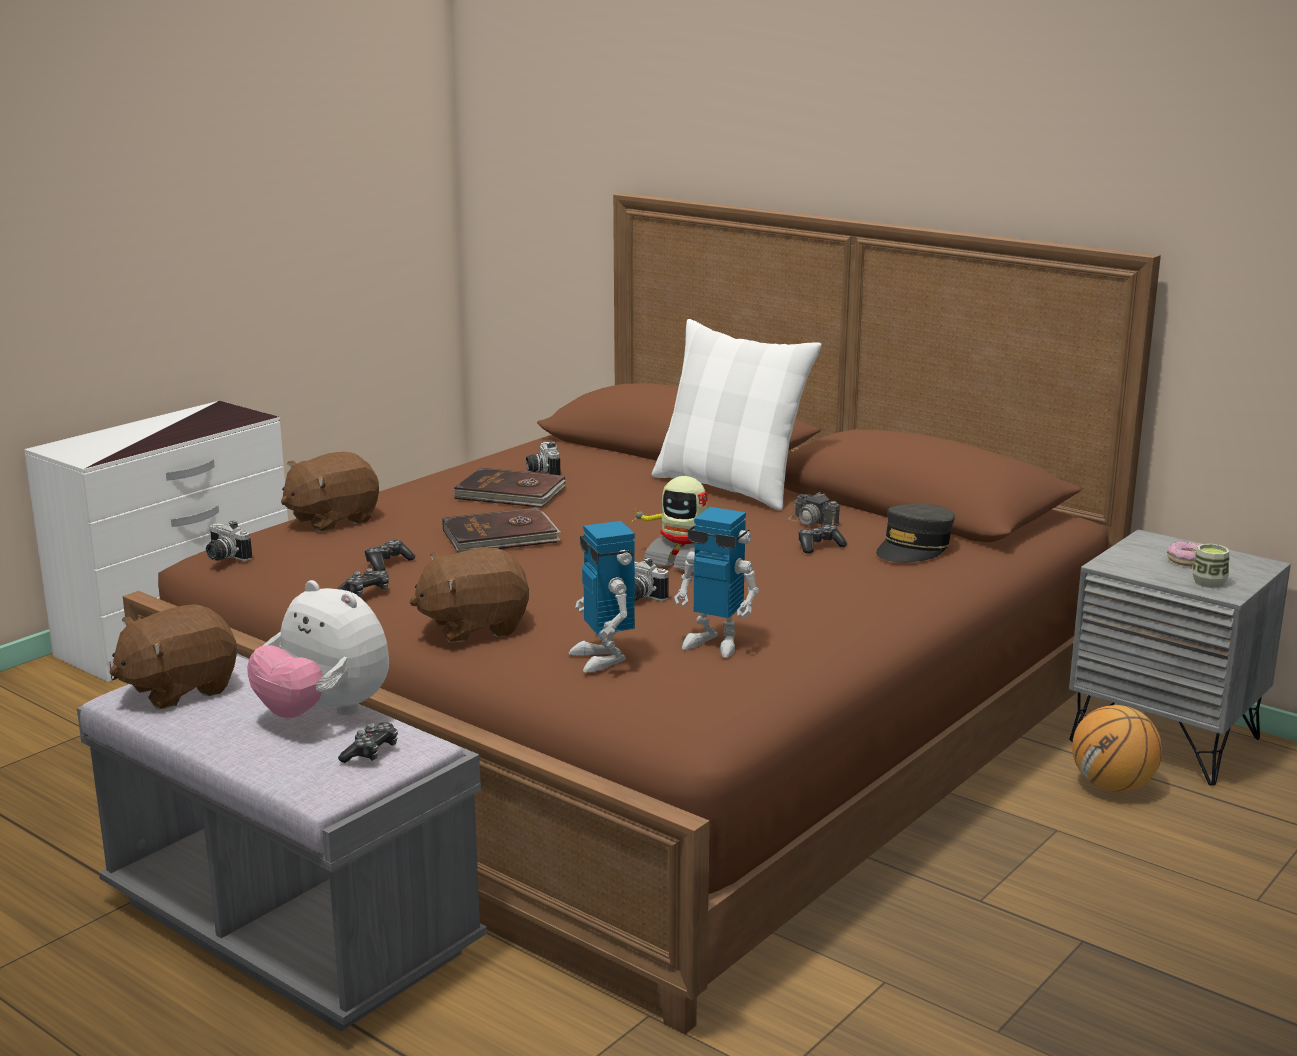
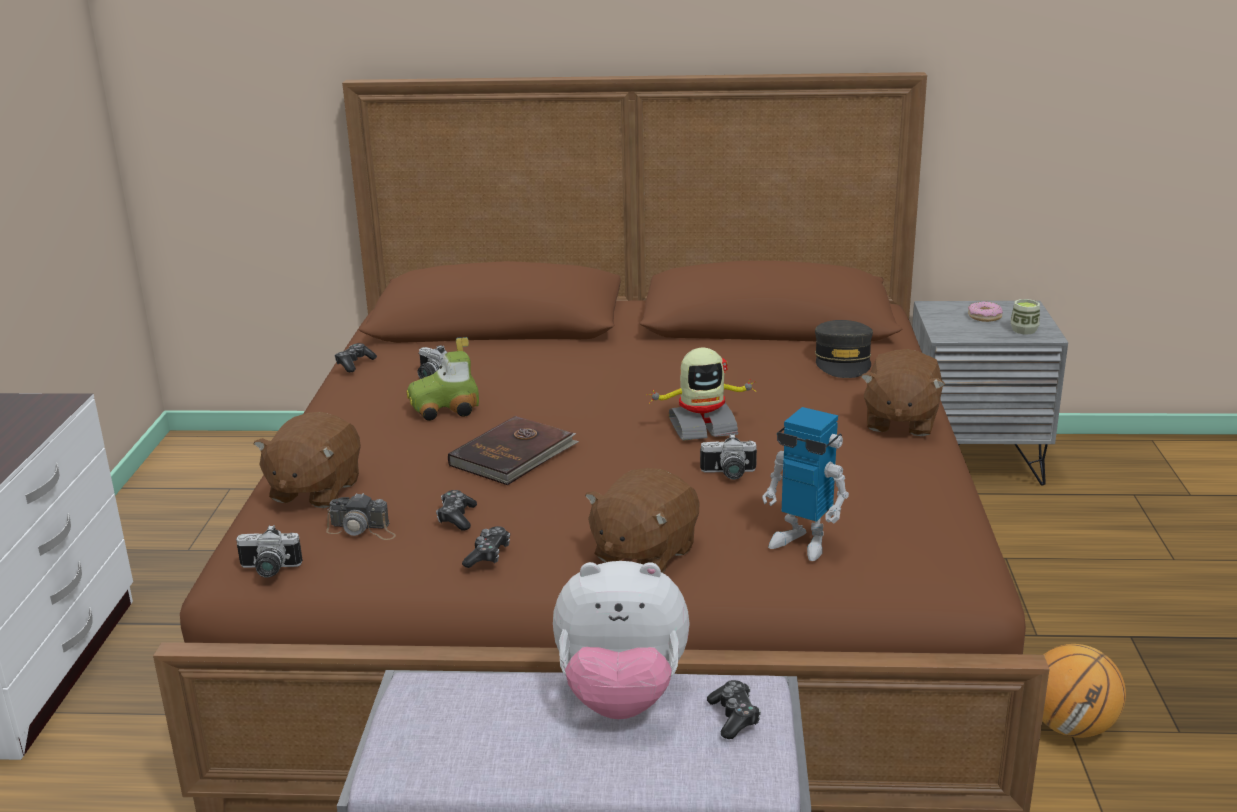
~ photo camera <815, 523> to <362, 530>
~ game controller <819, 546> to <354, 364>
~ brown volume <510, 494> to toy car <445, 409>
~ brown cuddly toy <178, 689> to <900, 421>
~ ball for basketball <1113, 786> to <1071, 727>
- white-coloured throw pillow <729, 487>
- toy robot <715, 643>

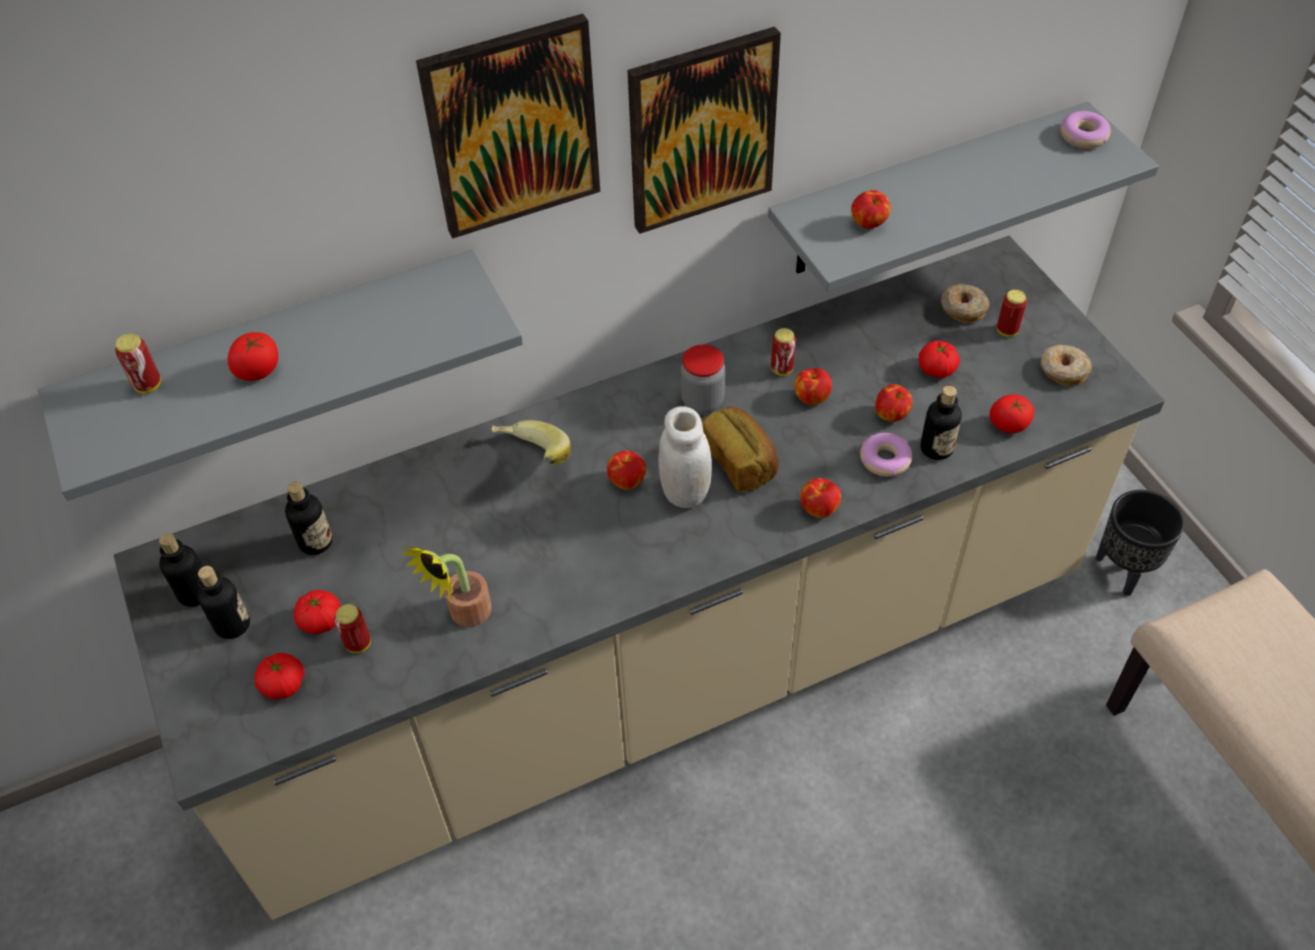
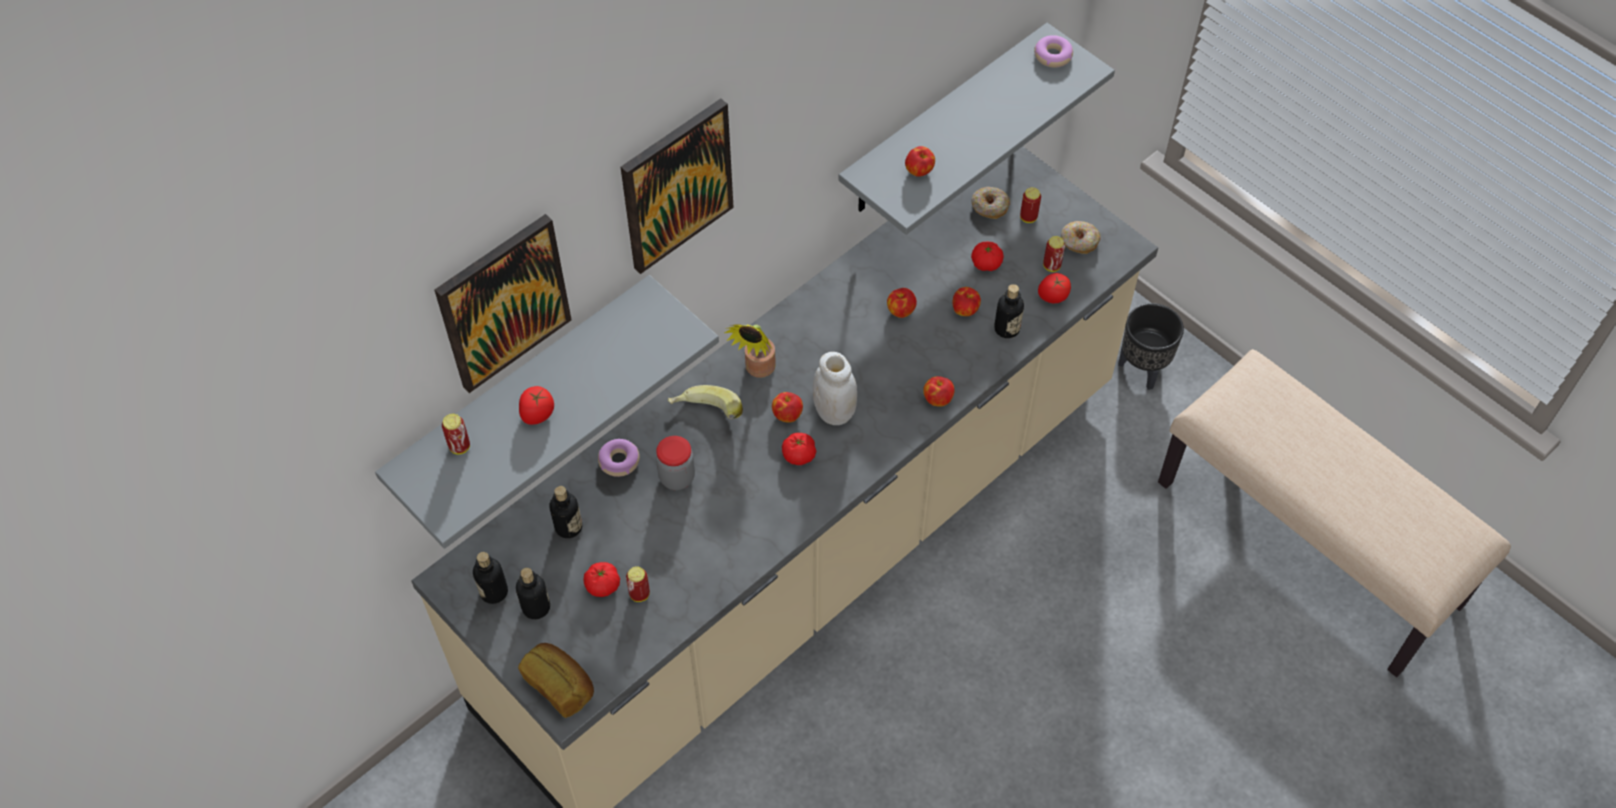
~ picture <701, 130> to <503, 302>
~ bread <740, 461> to <560, 685>
~ ring doughnut <884, 459> to <619, 461>
~ jar <702, 401> to <677, 477>
~ potted plant <464, 615> to <758, 370>
~ whole tomato <283, 684> to <799, 455>
~ can <781, 369> to <1051, 266>

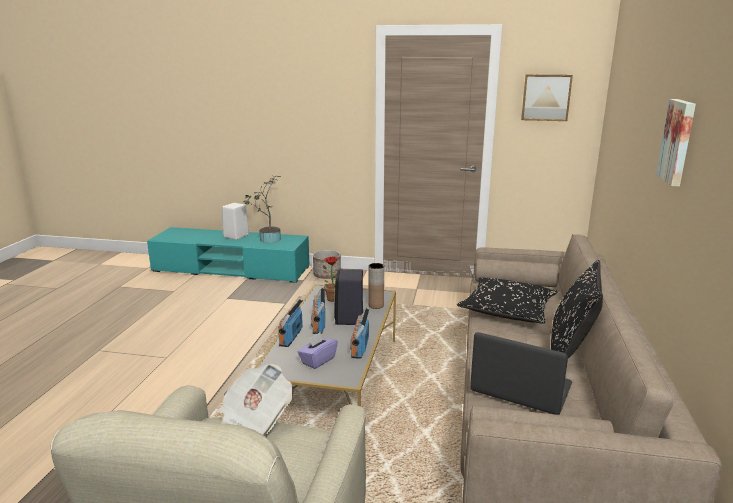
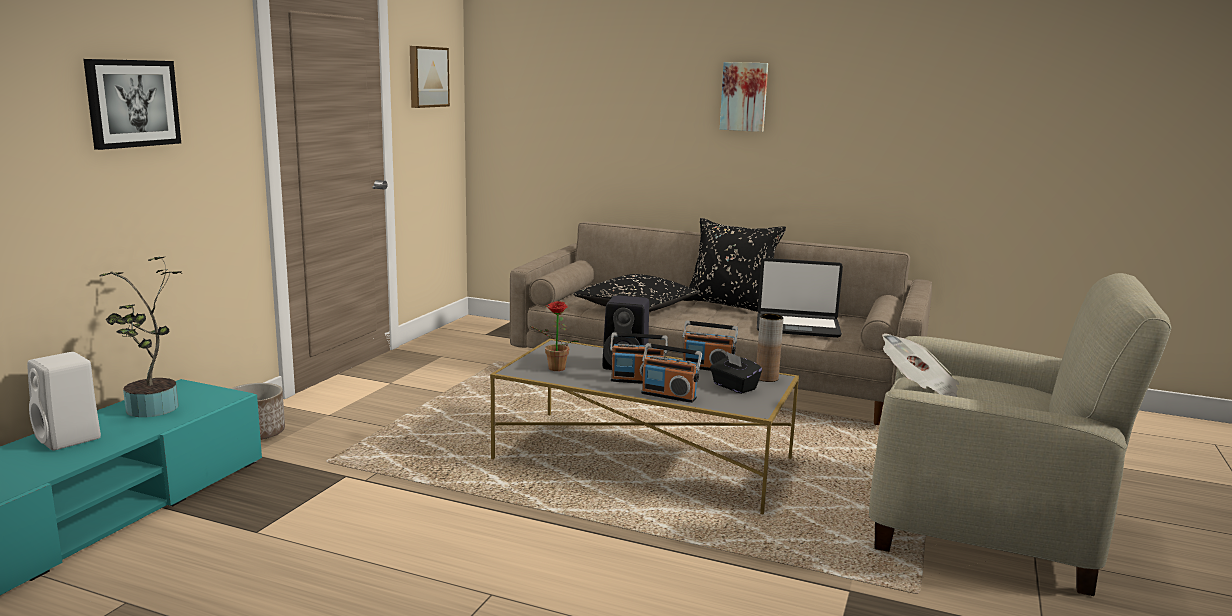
+ picture <132, 103>
~ purple-coloured box of tissues <318, 360> to black-coloured box of tissues <734, 387>
~ brown decorative vase <376, 305> to <766, 378>
~ portable computer <520, 389> = <797, 326> 120 degrees counterclockwise

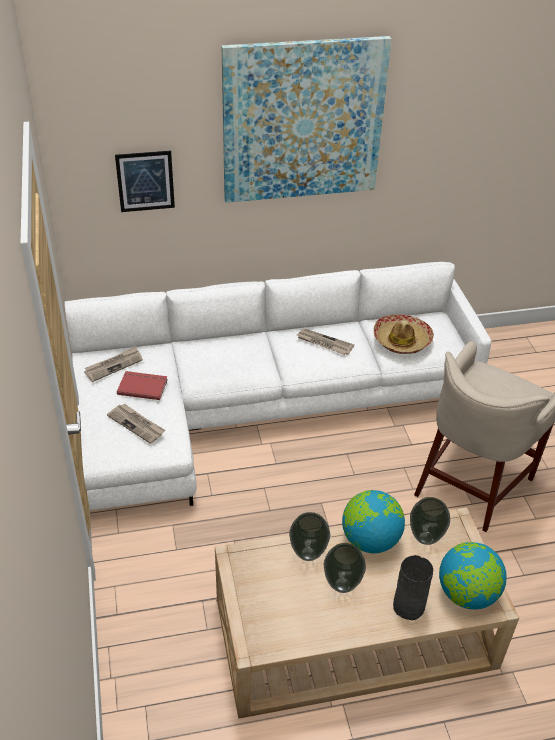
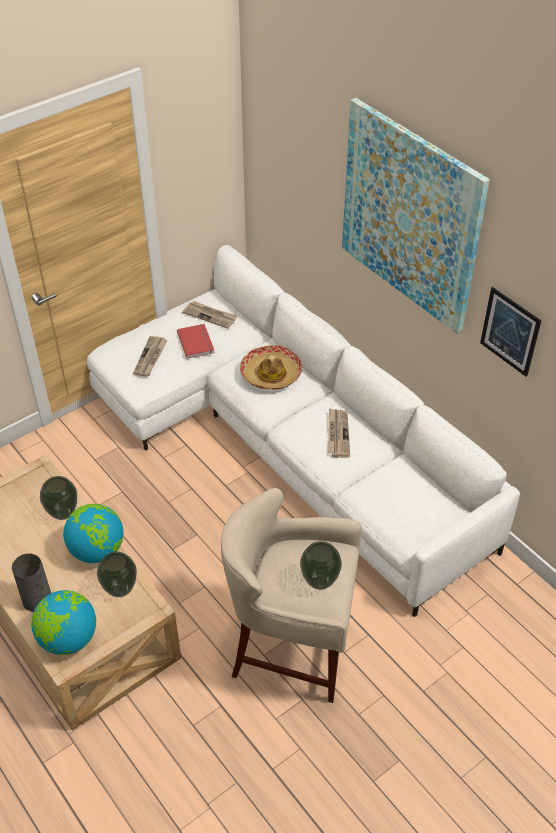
~ hat <402, 340> to <271, 374>
~ decorative vase <341, 584> to <320, 581>
~ picture <145, 181> to <510, 331>

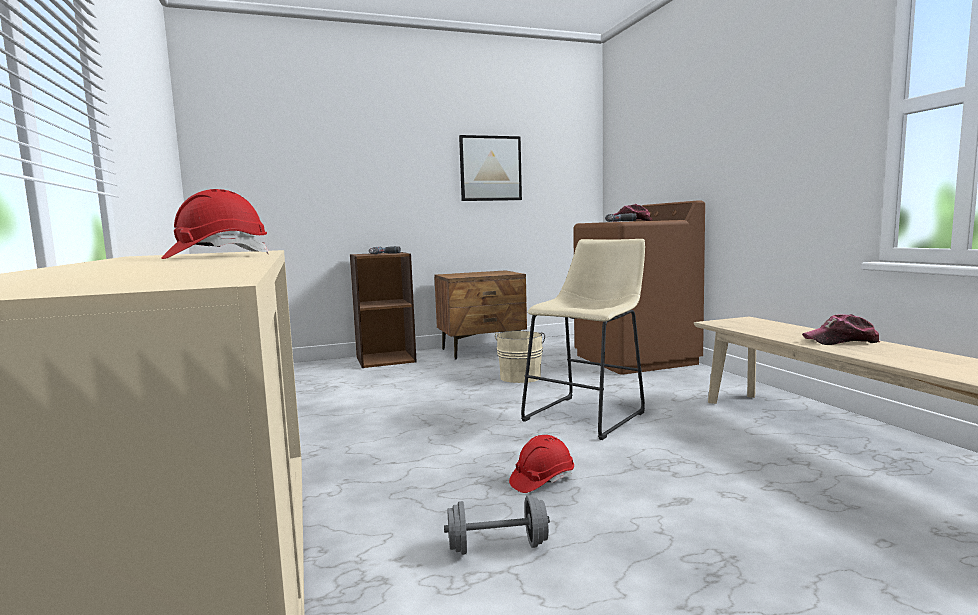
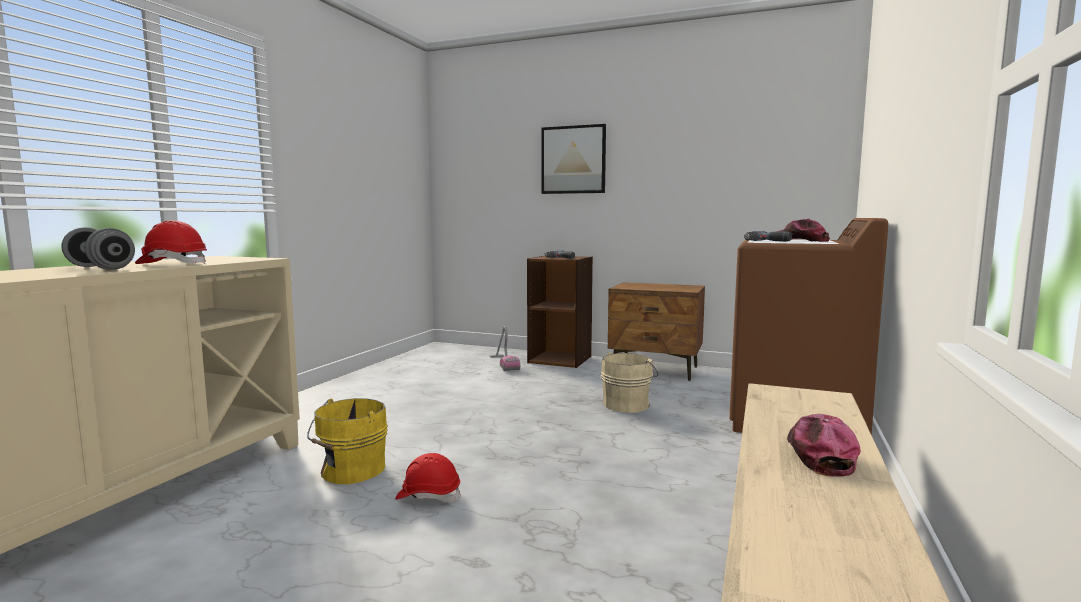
~ grey hand weight <497, 547> to <100, 268>
+ yellow-coloured bucket <350, 471>
+ vacuum <504, 363>
~ picture <490, 168> to <573, 160>
~ cap <841, 341> = <819, 454> 60 degrees clockwise
- beige-coloured stool <588, 414>

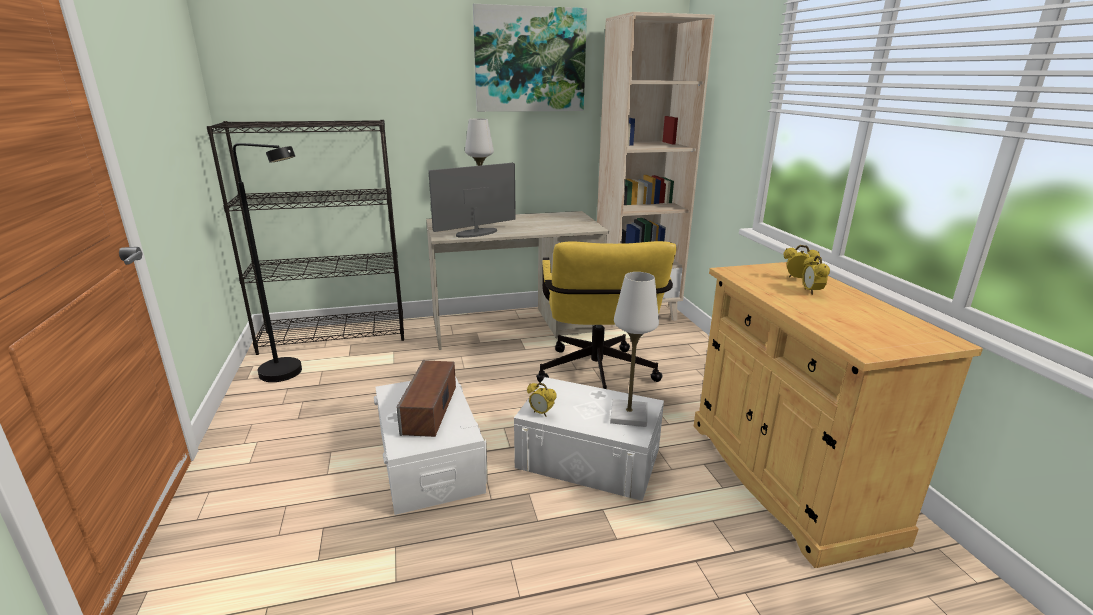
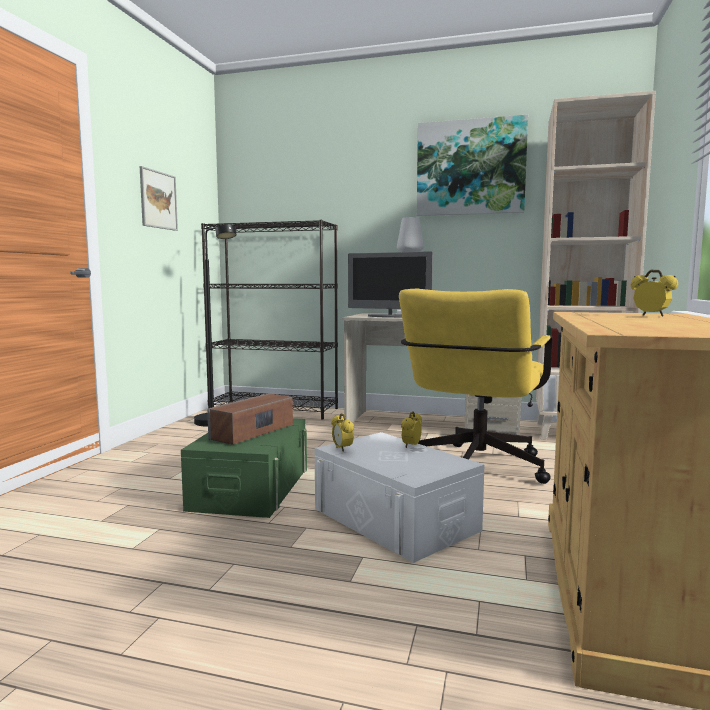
+ picture <158, 200>
~ white-coloured storage bin <429, 461> to greenish storage bin <250, 488>
~ monitor <476, 233> = <388, 316> 150 degrees counterclockwise
~ alarm clock <811, 292> to <411, 446>
- white-coloured lamp for a table <628, 415>

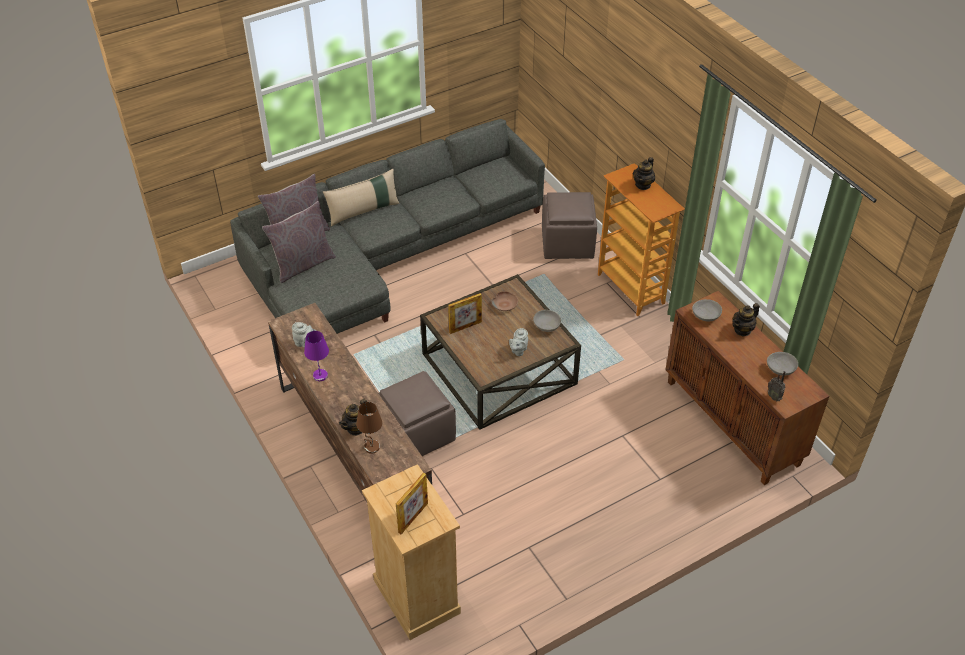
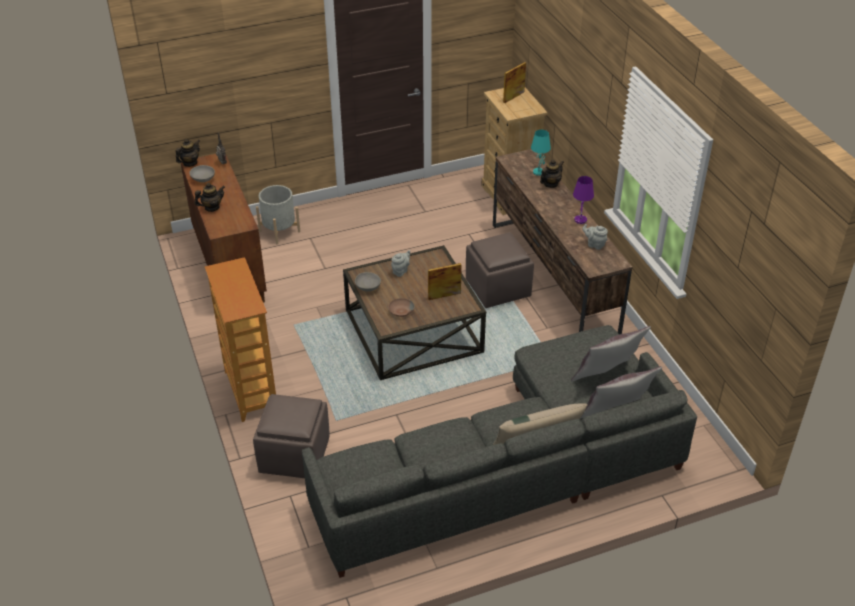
~ tea pot <643, 185> to <190, 163>
+ grey flower pot <279, 231>
~ brown lamp for a table <371, 447> to blue-green lamp for a table <538, 172>
- grey bowl <705, 316>

